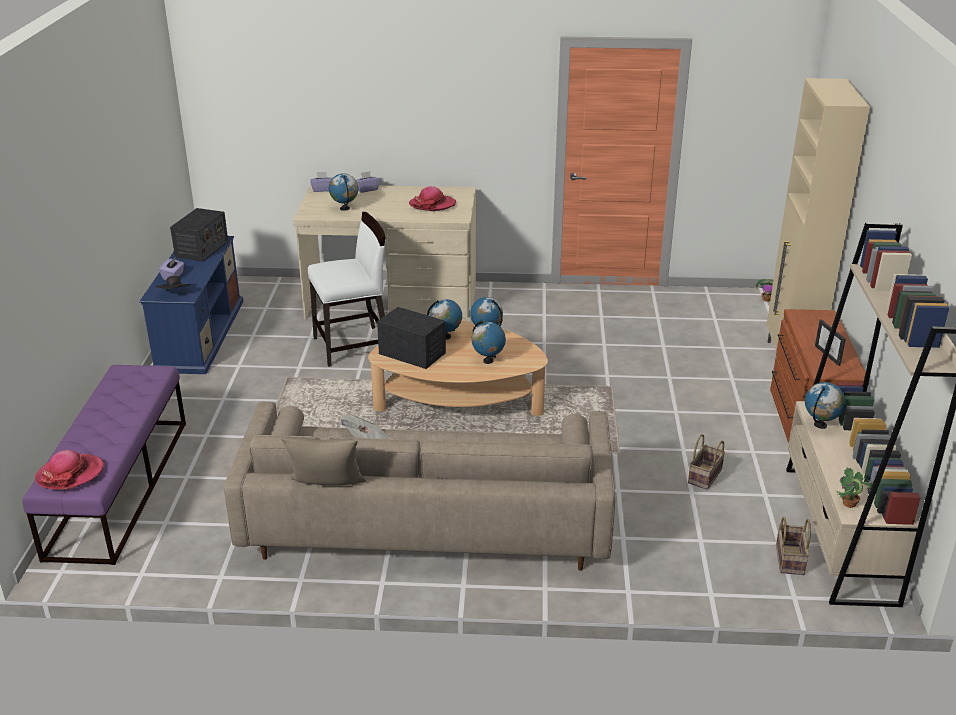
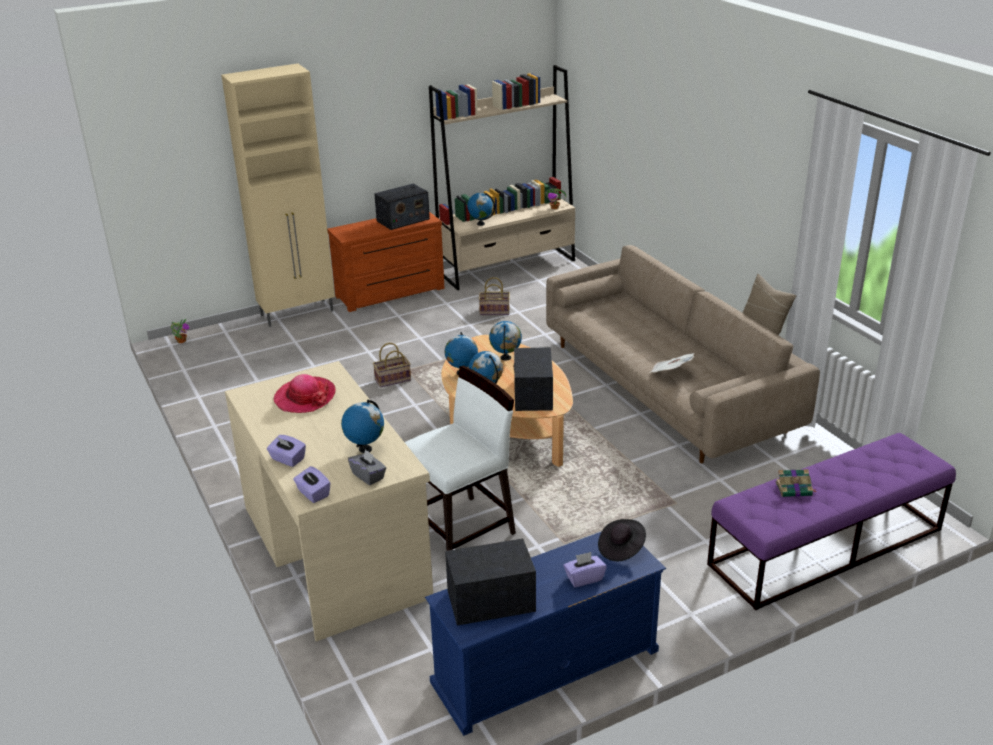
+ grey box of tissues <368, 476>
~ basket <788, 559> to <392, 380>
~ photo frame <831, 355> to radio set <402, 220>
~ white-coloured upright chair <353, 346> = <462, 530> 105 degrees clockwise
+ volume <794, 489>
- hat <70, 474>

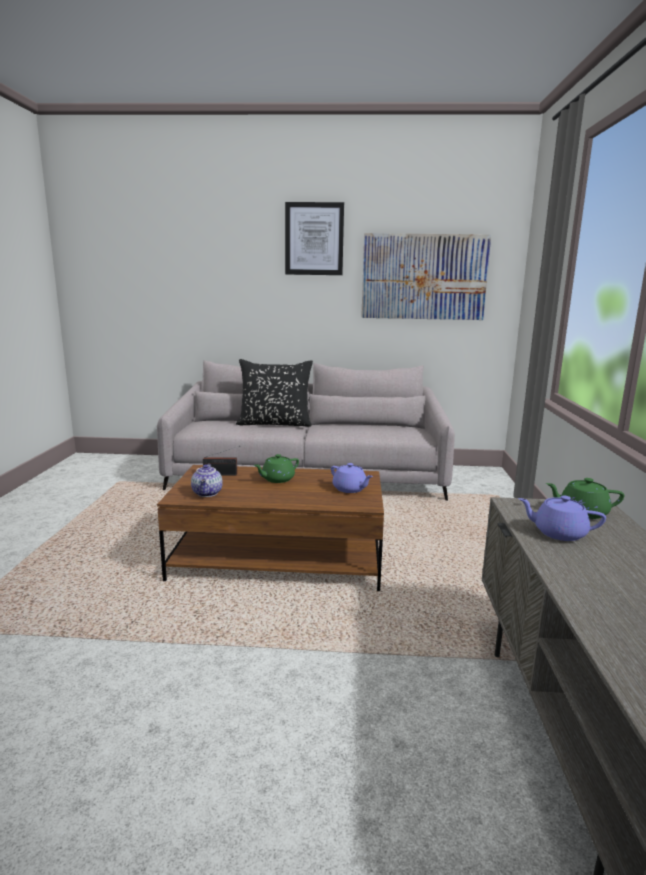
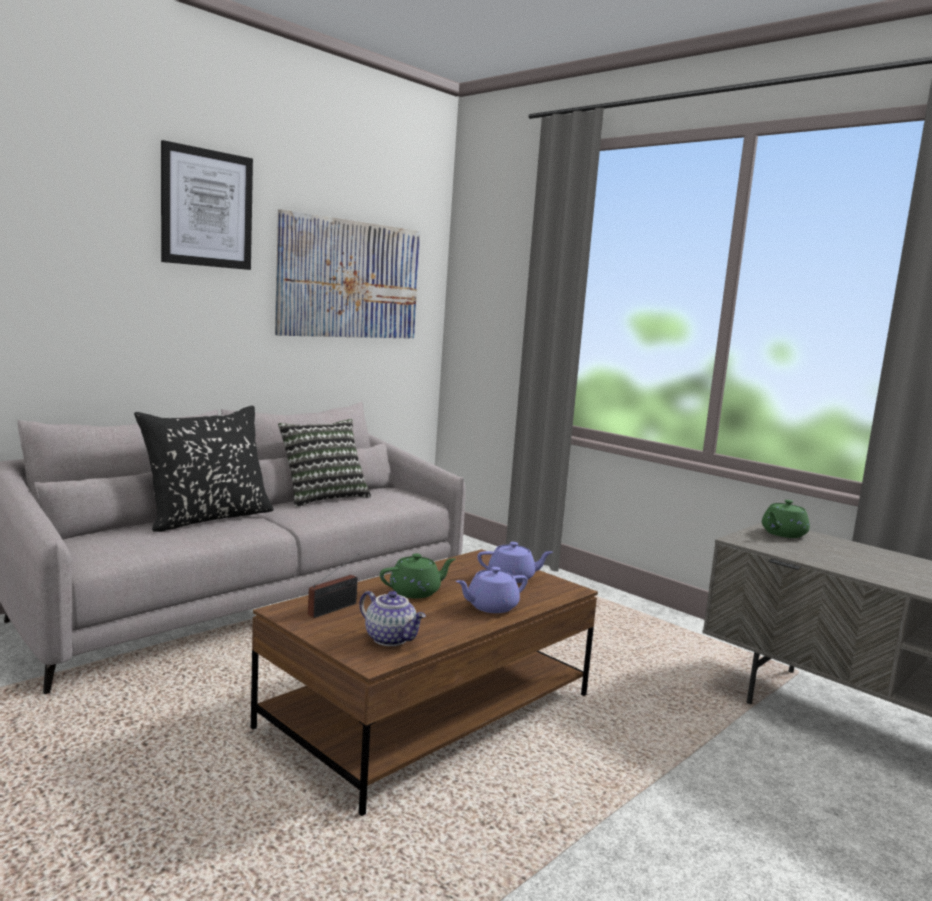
+ throw pillow <323, 497>
~ greenish tea pot <277, 479> = <416, 592> 120 degrees counterclockwise
~ purple-coloured tea pot <558, 533> to <490, 606>

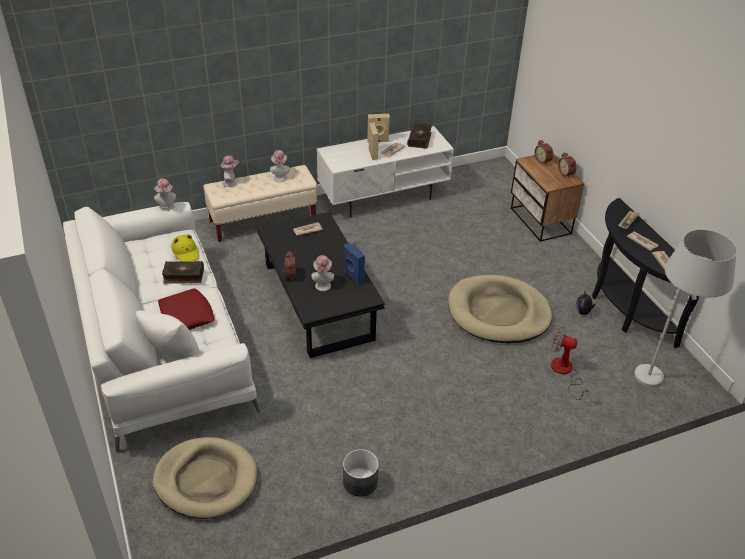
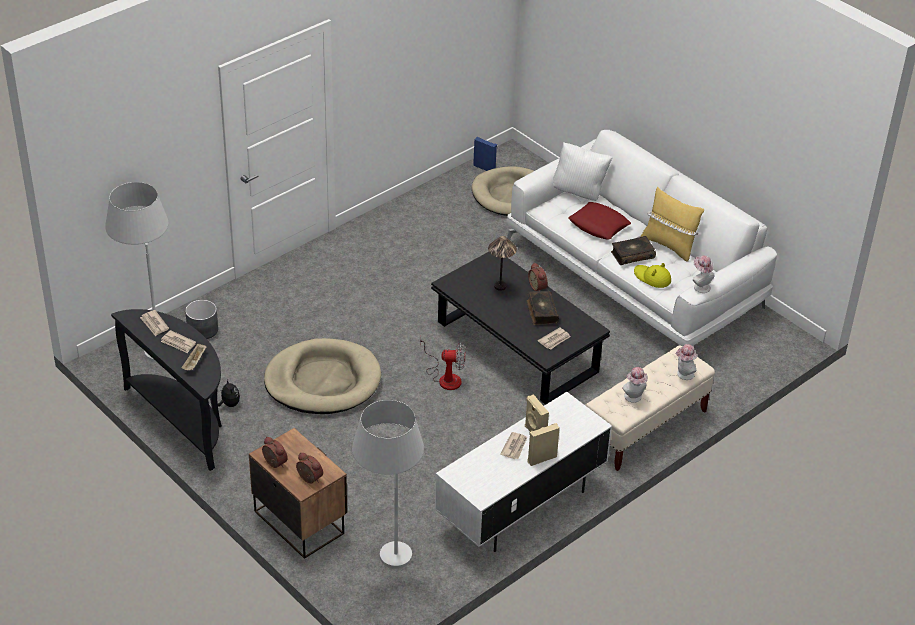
~ grey flower pot <360, 482> to <203, 329>
+ white-coloured floor lamp <388, 569>
~ electric fan <565, 372> to <445, 377>
~ bluish loudspeaker <353, 277> to <484, 167>
~ hat <322, 284> to lamp for a table <500, 286>
~ volume <420, 139> to <541, 312>
+ yellow-coloured throw pillow <669, 245>

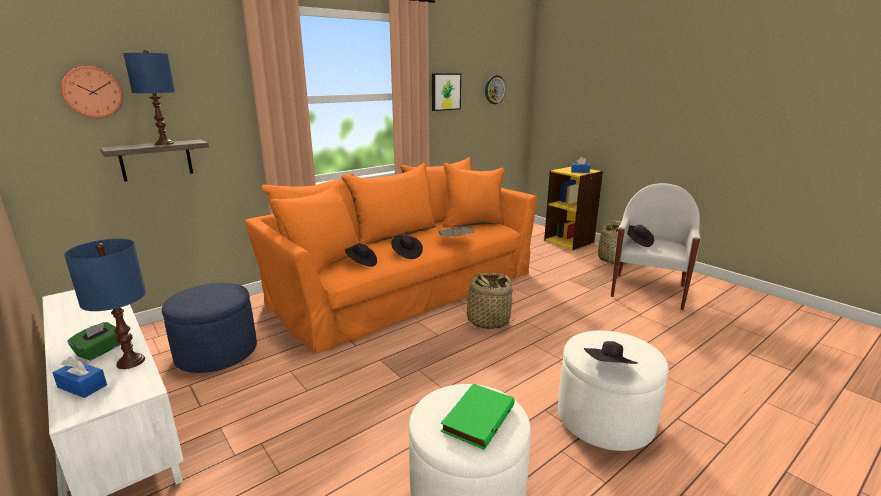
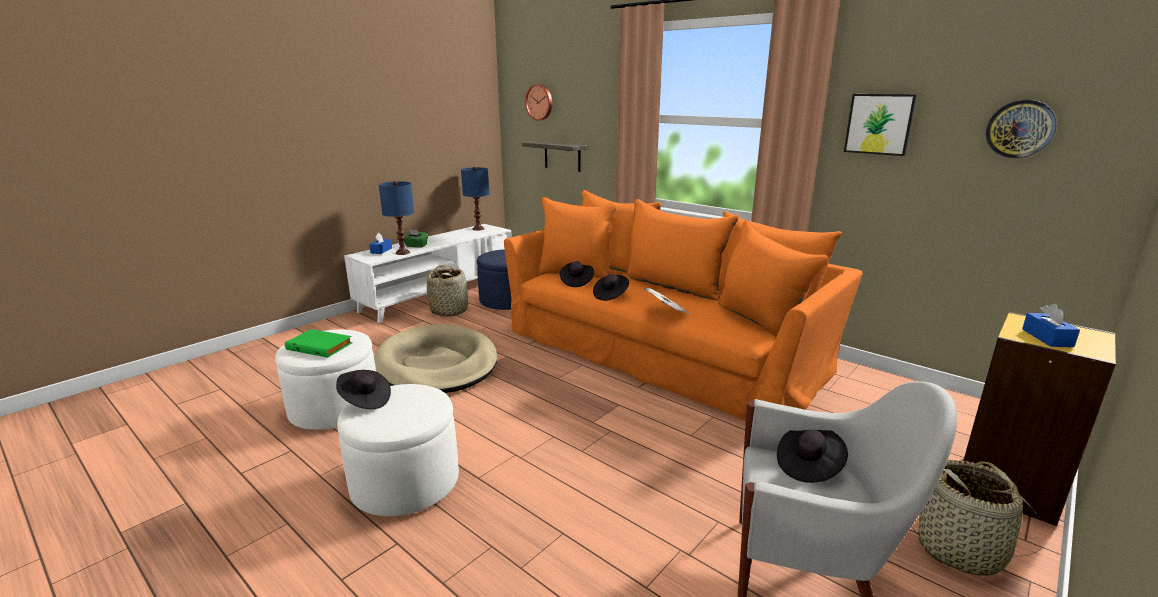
+ beige-coloured pet bed <437, 365>
~ basket <488, 320> to <449, 310>
~ bluish lamp for a table <164, 143> to <478, 229>

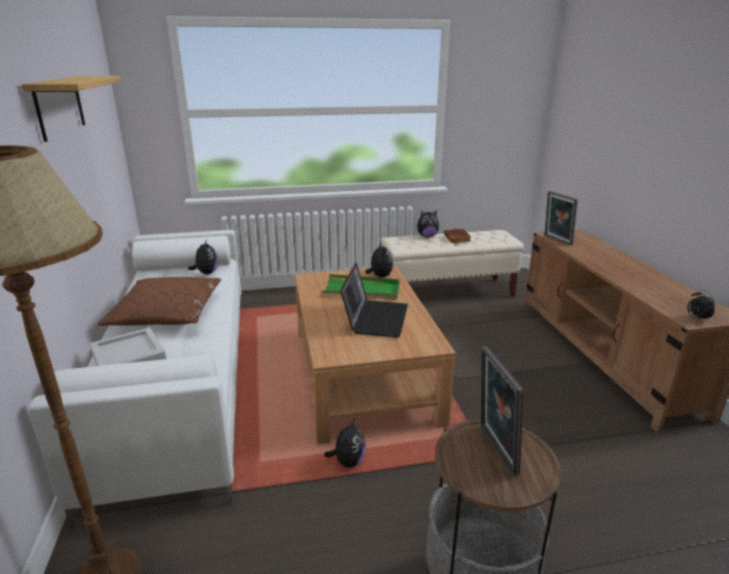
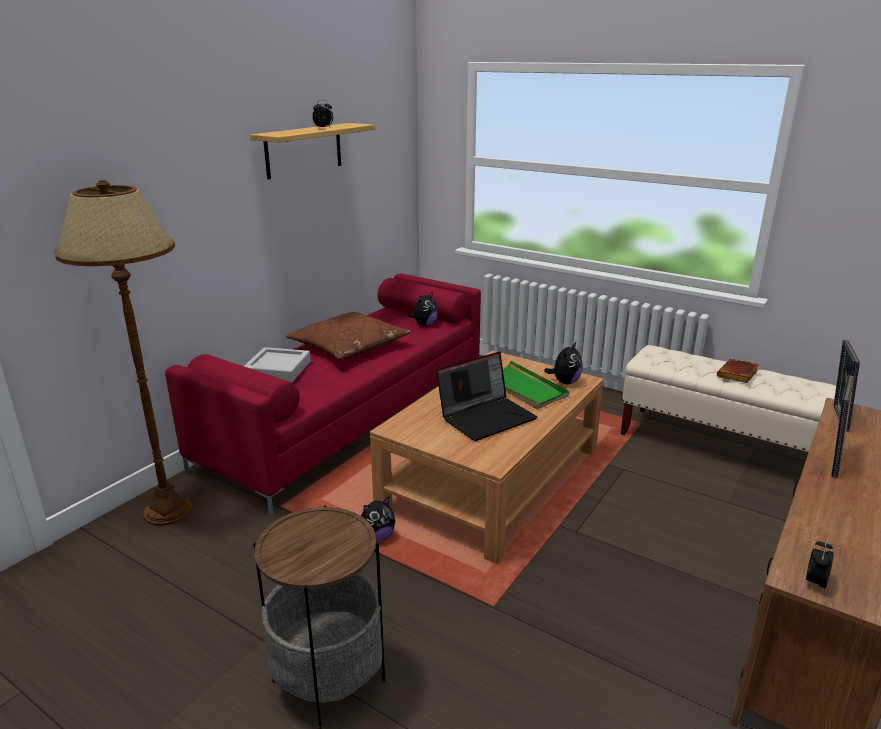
~ white-coloured settee <180, 382> to red-coloured settee <351, 415>
+ alarm clock <324, 128>
~ photo frame <494, 449> to <832, 461>
- cuddly toy <427, 236>

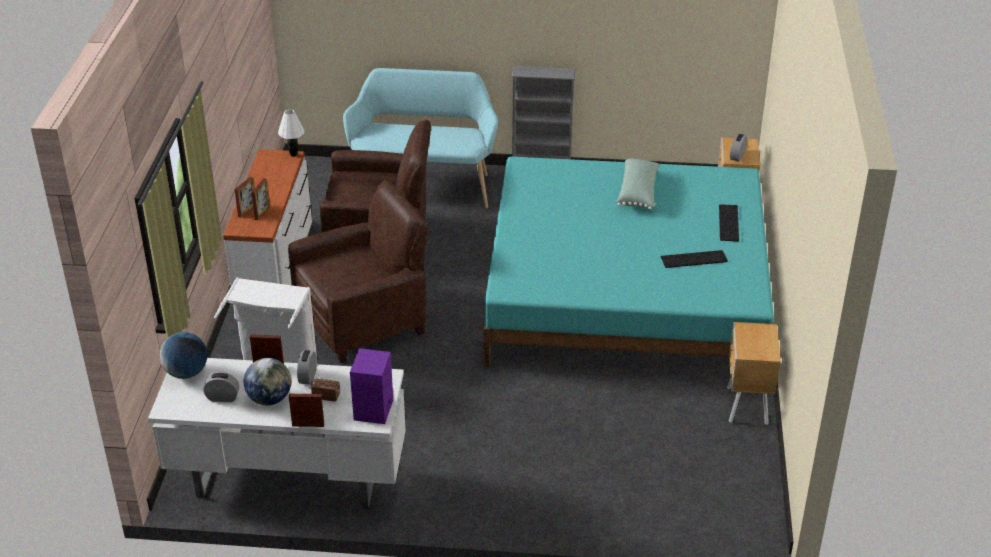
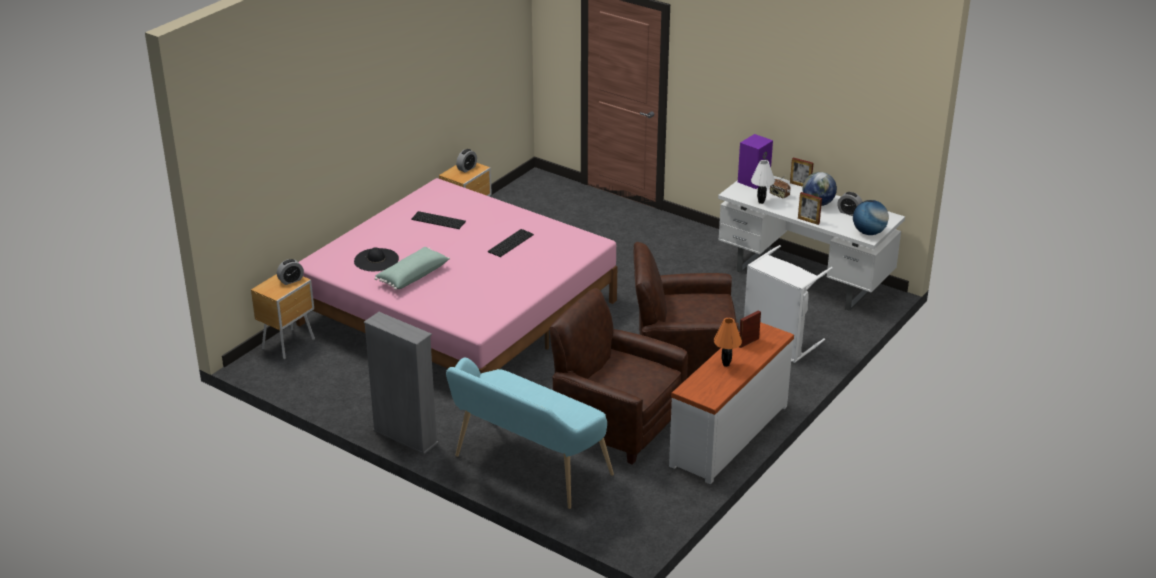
~ blue-green sleeping bed <626, 294> to pink-coloured sleeping bed <459, 312>
+ black-coloured hat <376, 260>
~ alarm clock <308, 377> to <467, 168>
~ computer keyboard <730, 223> to <510, 242>
+ orange-coloured lamp for a table <725, 364>
~ white-coloured lamp for a table <293, 155> to <761, 202>
- photo frame <247, 210>

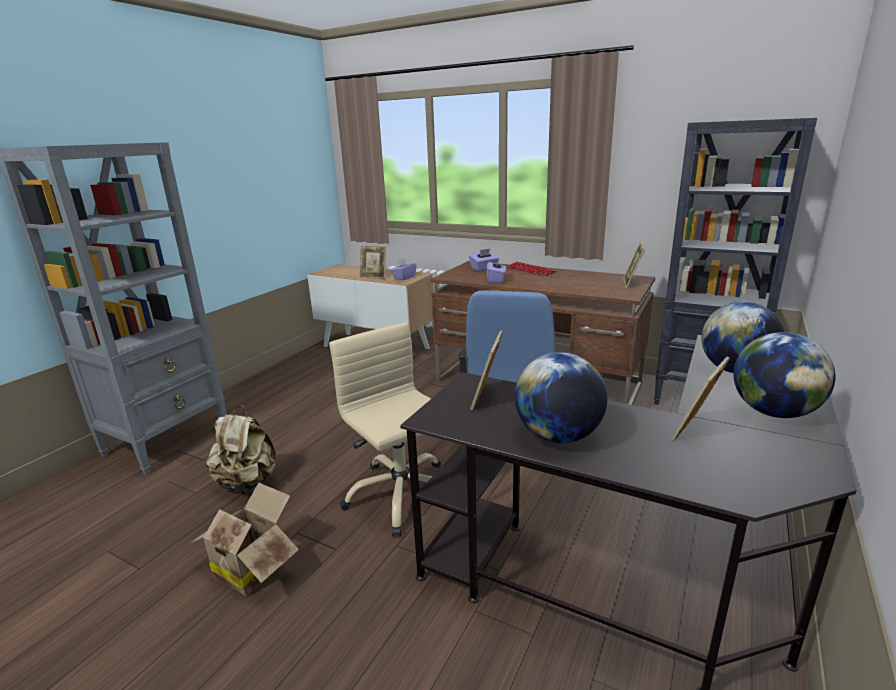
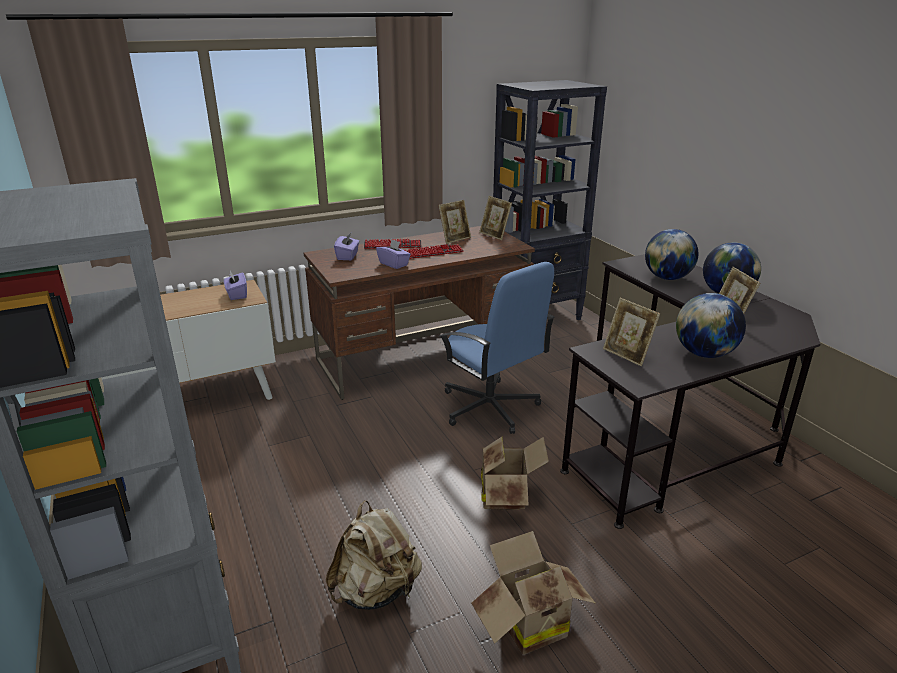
+ computer keyboard <433, 252>
~ photo frame <374, 277> to <455, 239>
~ beige-coloured computer chair <401, 495> to packing box <507, 495>

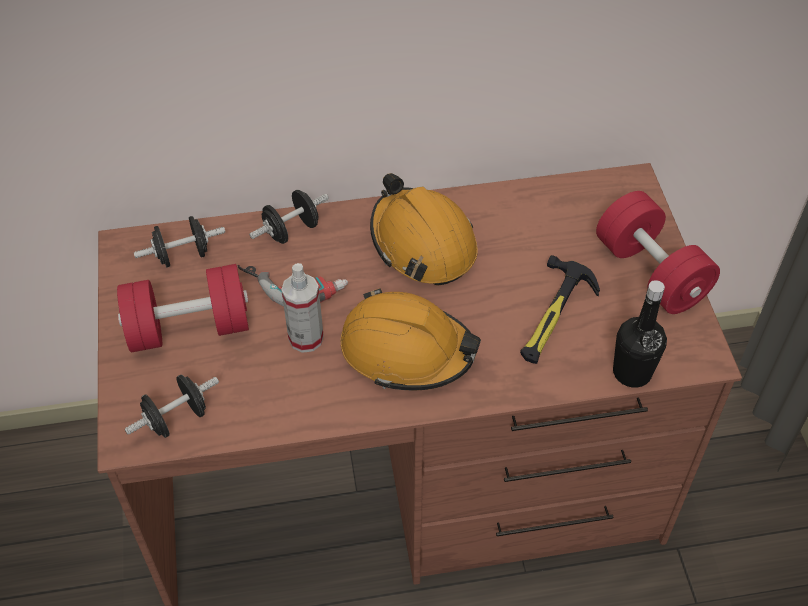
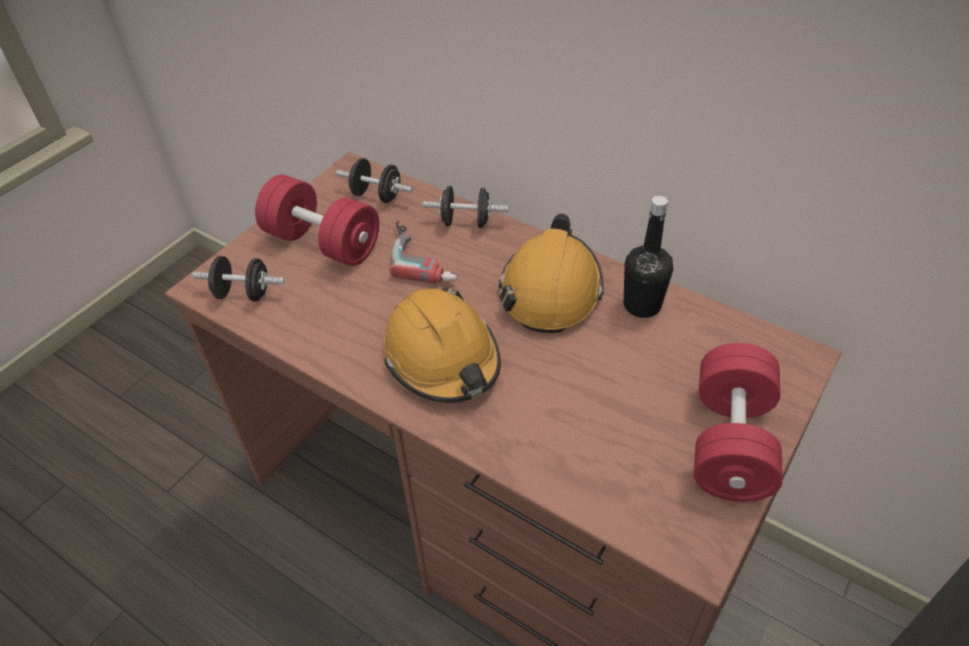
~ black-coloured bottle <632, 372> to <642, 305>
- sprayer <306, 338>
- hand hammer <553, 315>

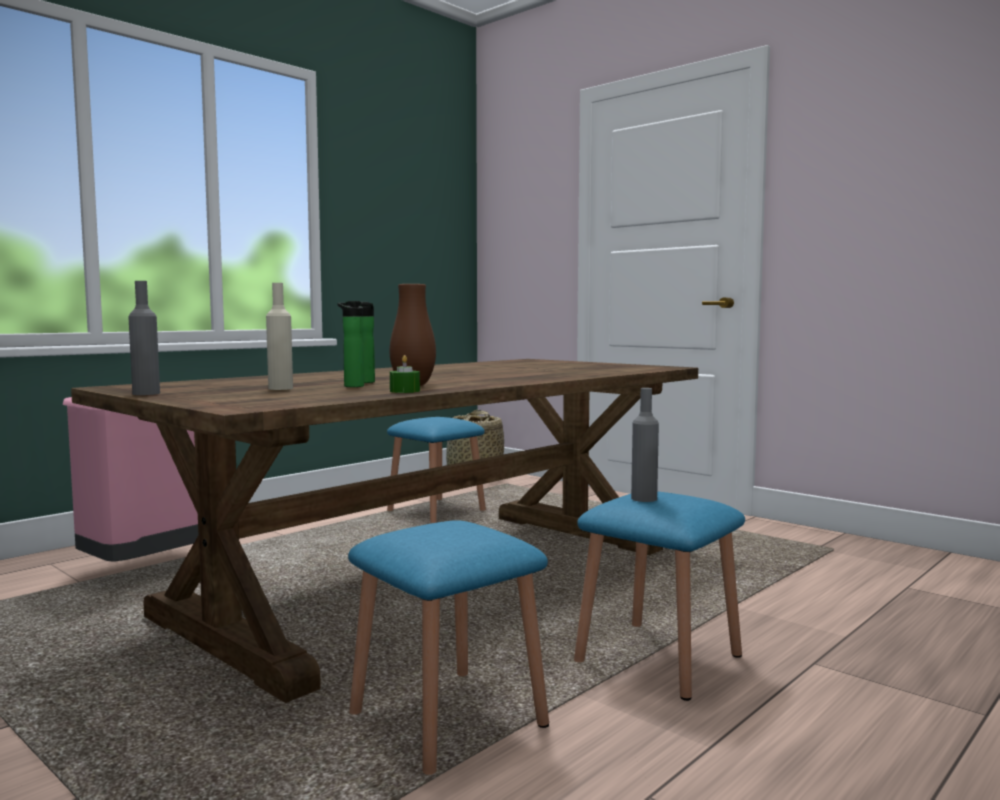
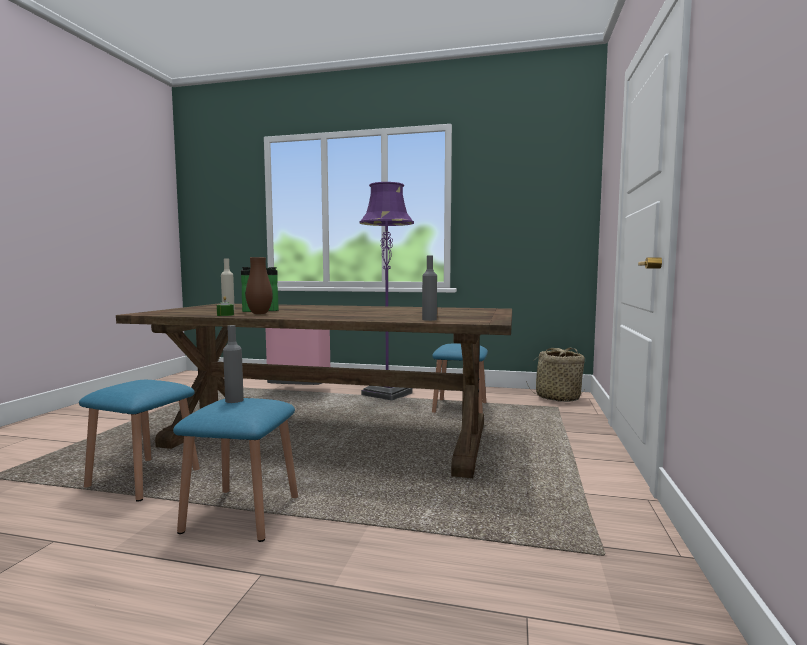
+ purple-coloured floor lamp <387, 394>
~ grey bottle <146, 393> to <429, 319>

